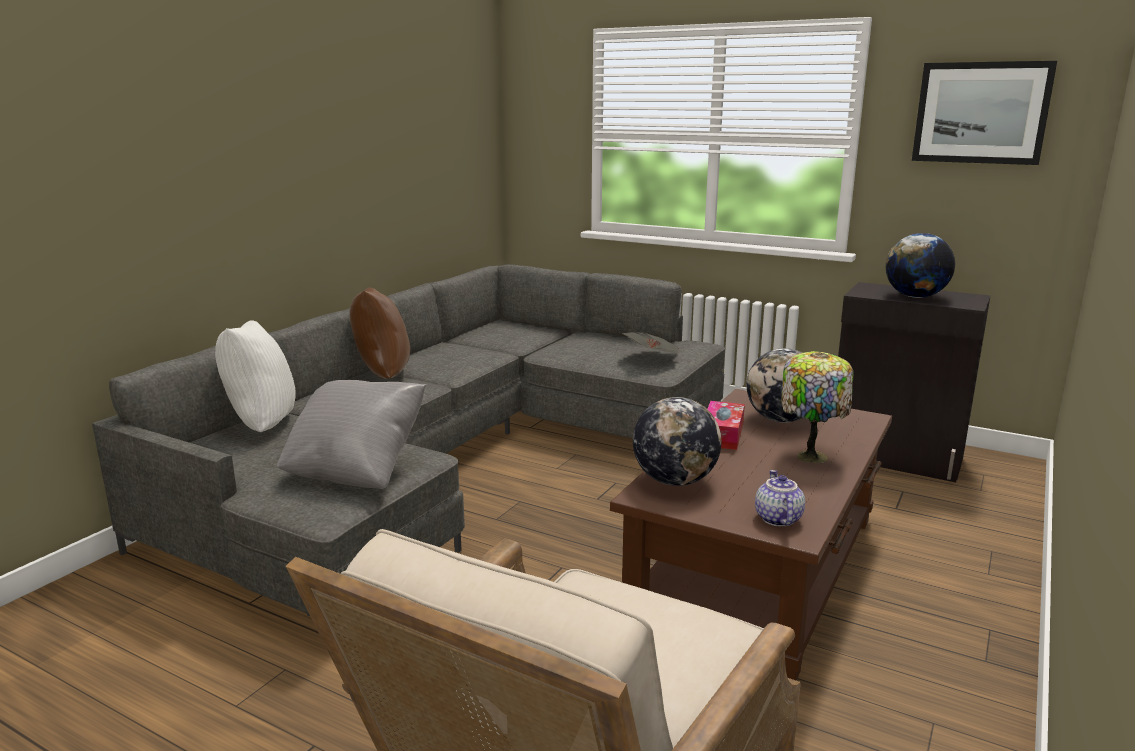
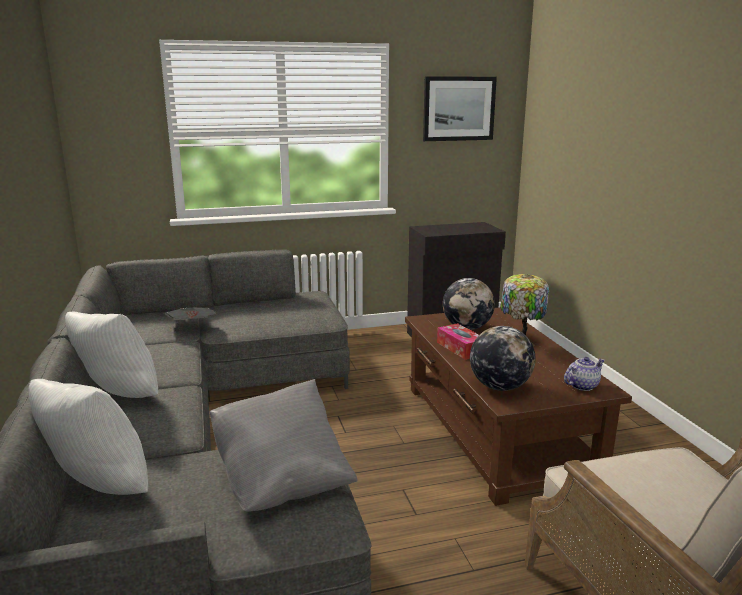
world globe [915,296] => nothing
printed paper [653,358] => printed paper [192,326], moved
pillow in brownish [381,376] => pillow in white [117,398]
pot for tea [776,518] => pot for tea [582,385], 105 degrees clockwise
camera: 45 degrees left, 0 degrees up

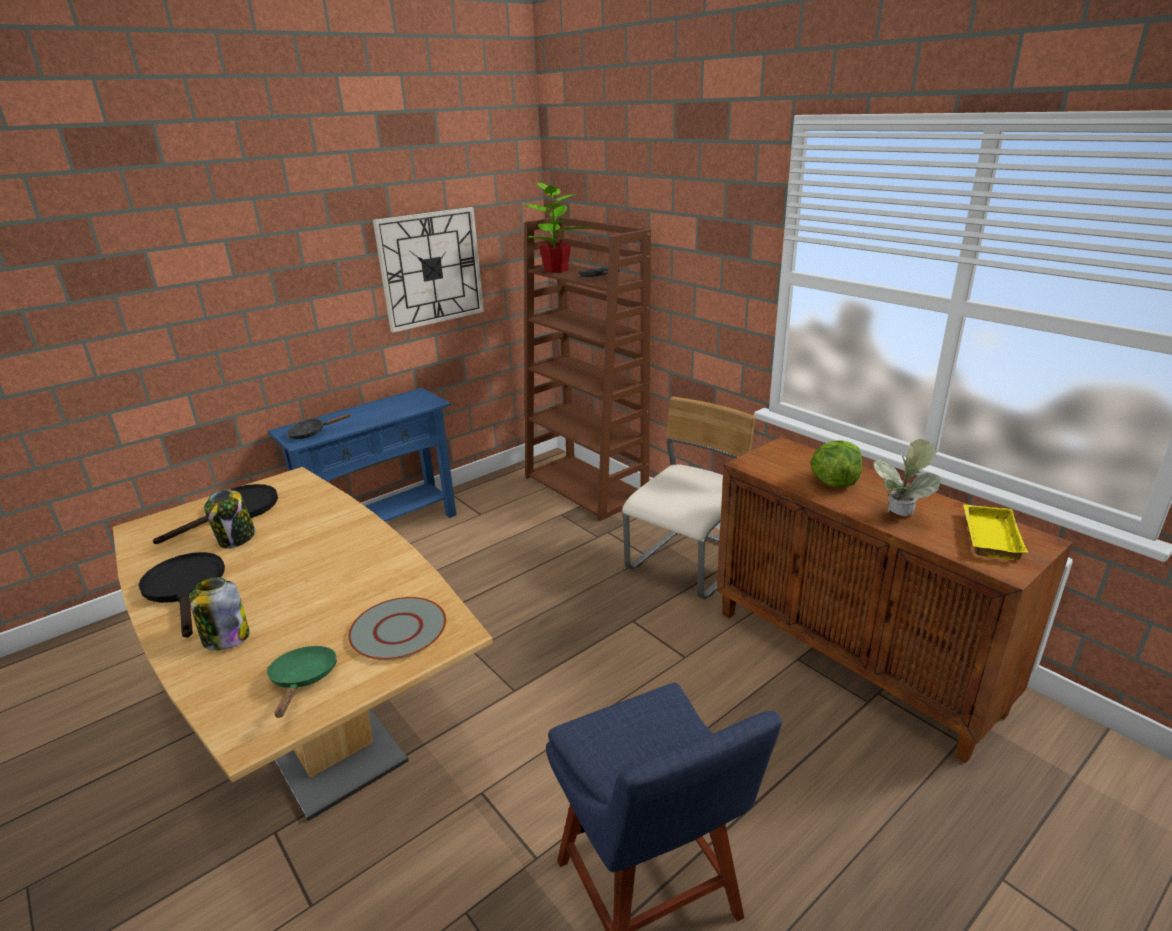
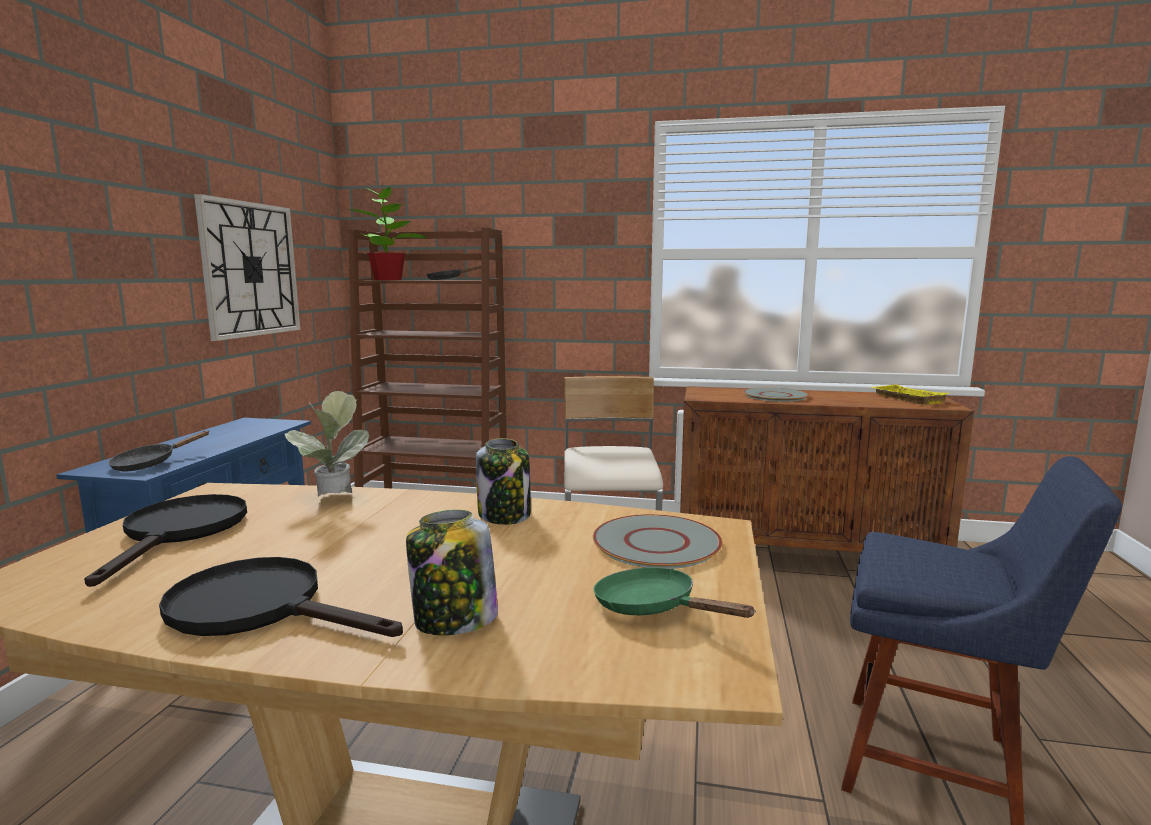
preserve jar [236,538] => preserve jar [505,515], moved
potted plant [897,519] => potted plant [332,500], moved
lettuce [834,483] => flat dish in gray [775,396]
camera: 40 degrees left, 15 degrees down

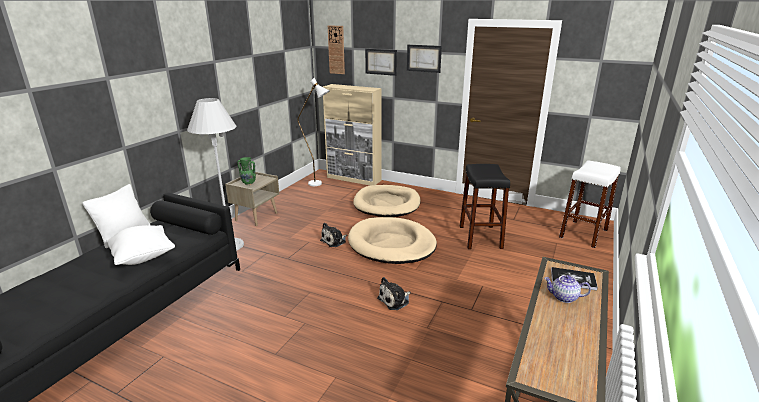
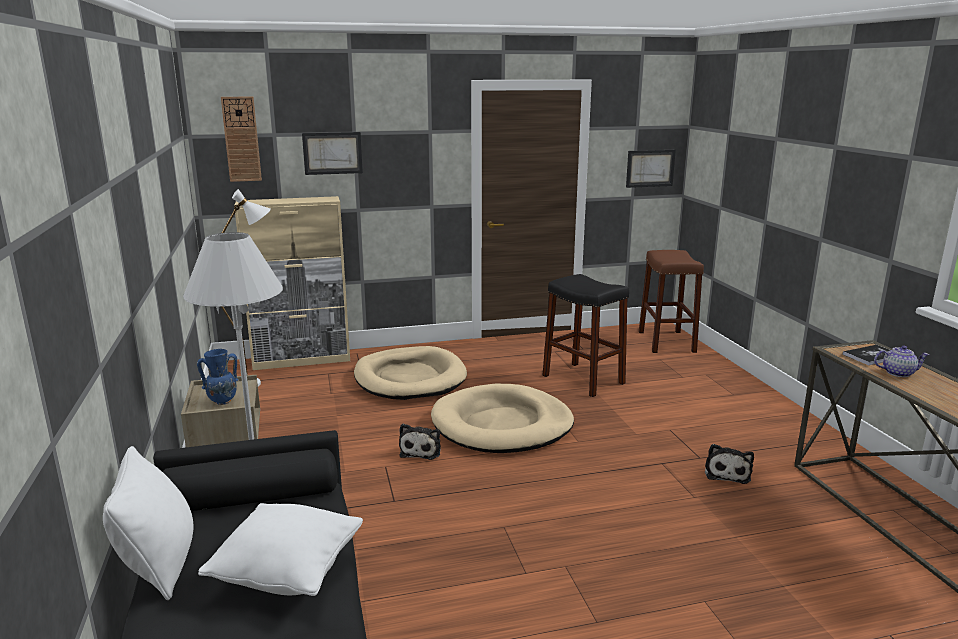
soft toy [395,300] => soft toy [727,473], moved
picture [424,58] => picture [650,168], moved
flower vase in greenish [248,183] => flower vase in blue [222,401]
sitting stool in white [583,234] => sitting stool in brownish [666,342]
pot for tea [564,297] => pot for tea [898,373], 150 degrees counterclockwise
camera: 40 degrees left, 5 degrees down

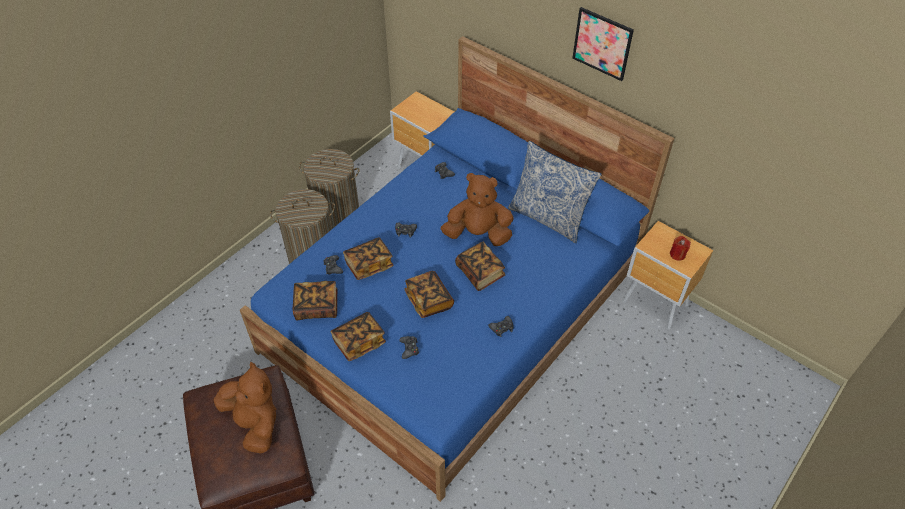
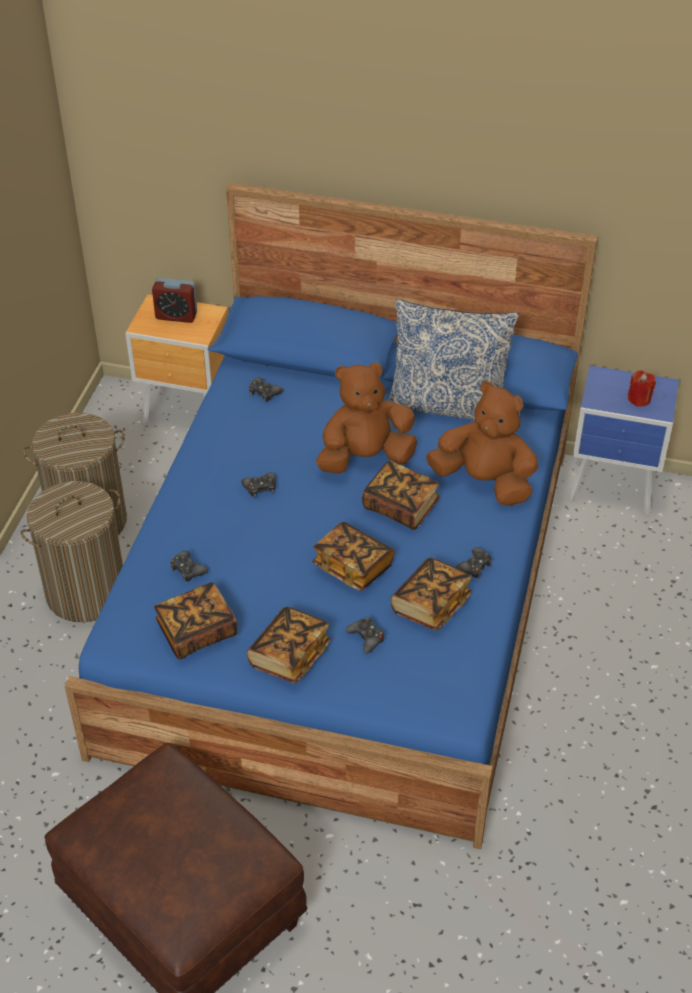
picture [602,43] => nothing
nothing => alarm clock [176,316]
soft toy in brownish [255,423] => soft toy in brownish [484,482], moved
book [369,265] => book [430,605], moved
night table in brownish [655,305] => night table in blue [614,491]
camera: 25 degrees left, 5 degrees down

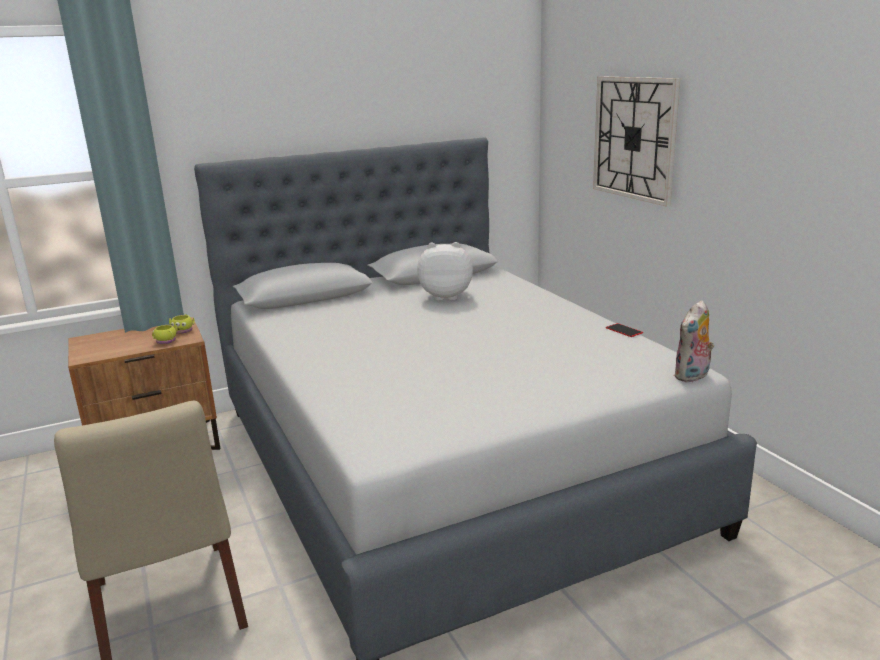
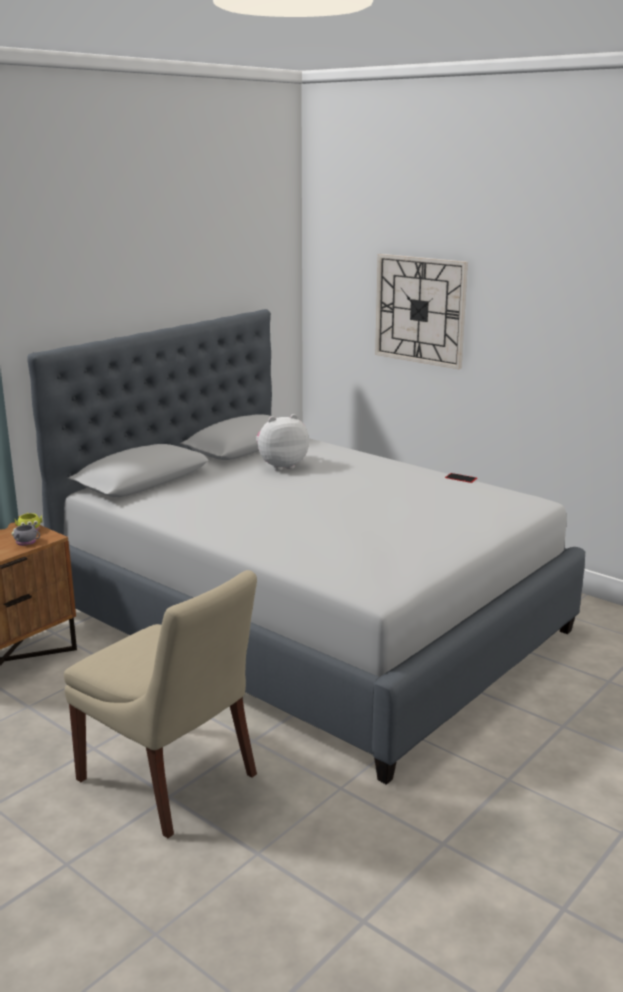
soft toy [692,376] => nothing
tea mug in yellowish [167,341] => tea mug in gray [27,542]
camera: 25 degrees left, 0 degrees up

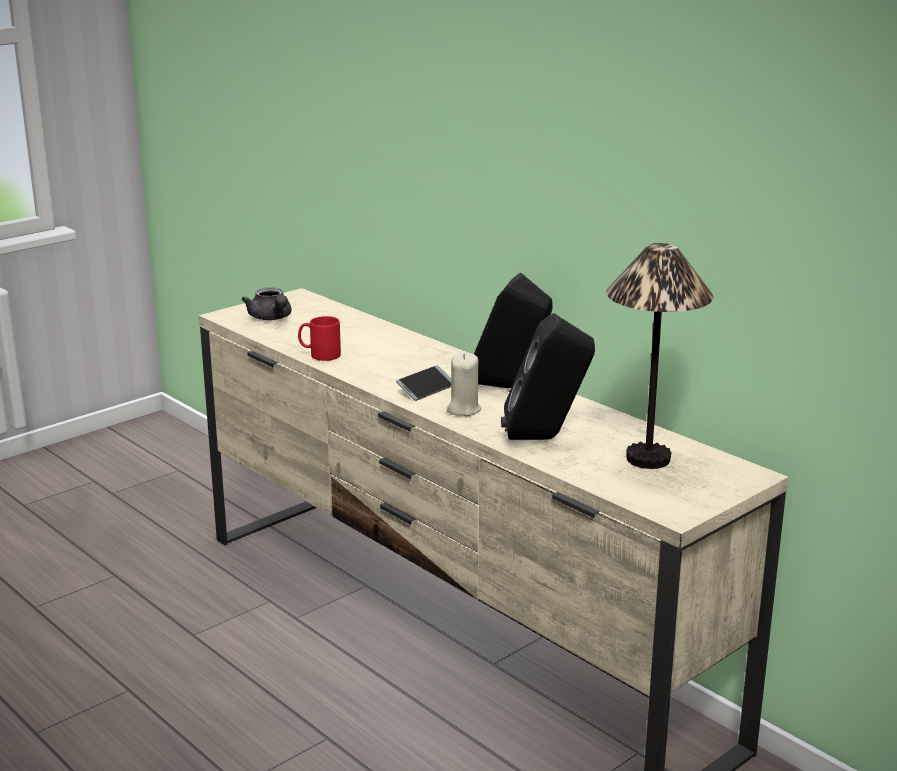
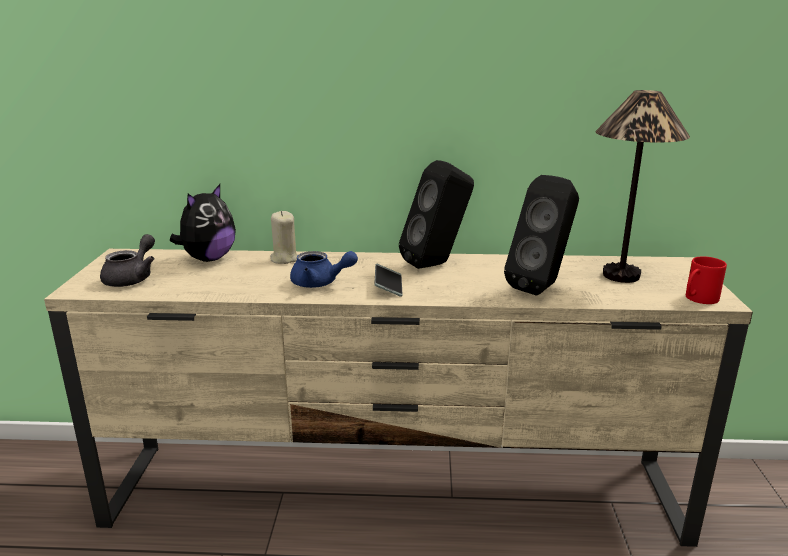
nothing => soft toy [208,259]
nothing => pot for tea in blue [320,283]
tea mug in red [319,355] => tea mug in red [698,299], moved
candle in beige-coloured [463,409] => candle in beige-coloured [284,259], moved
pot for tea in gray [271,318] => pot for tea in gray [132,278], 90 degrees counterclockwise
camera: 45 degrees left, 0 degrees up

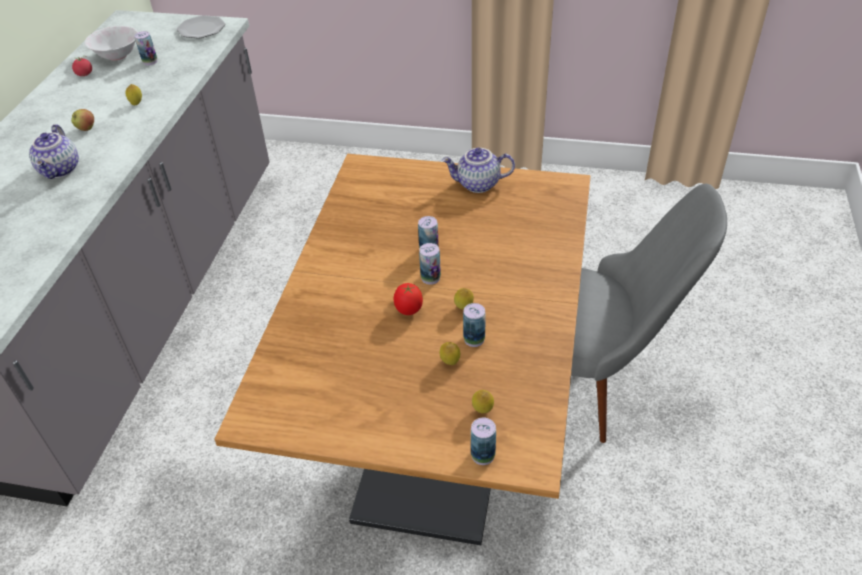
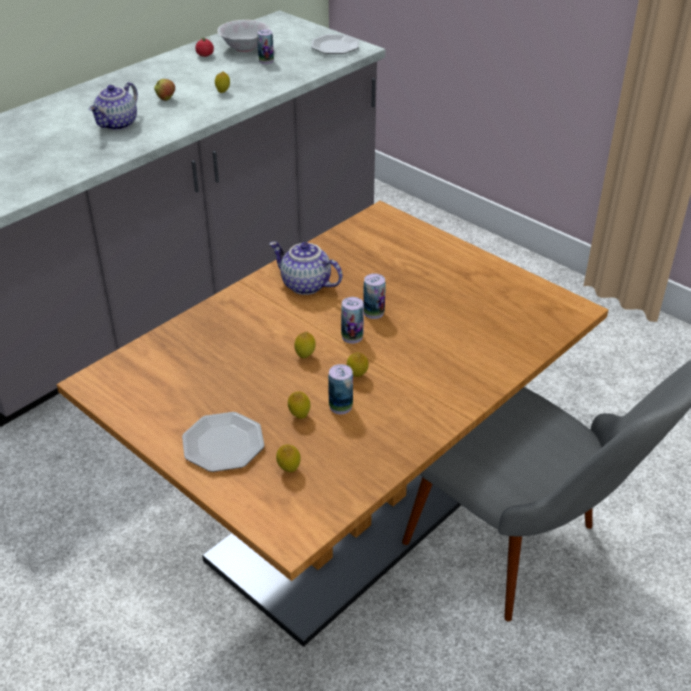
can [483,455] => nothing
nothing => flat dish [223,444]
pot for tea [478,185] => pot for tea [304,285], moved
whole tomato [408,311] => lemon [305,356]
camera: 30 degrees right, 5 degrees down

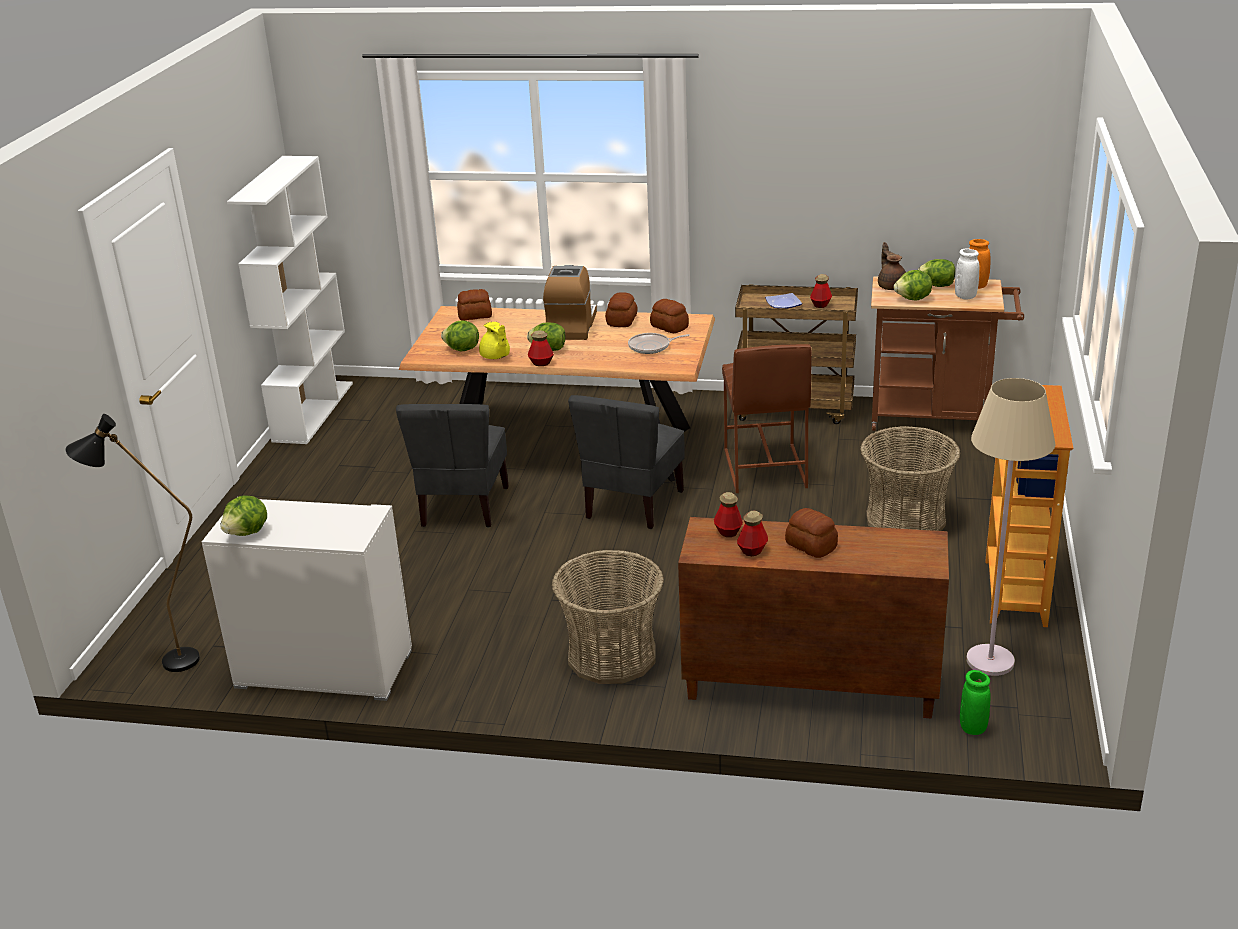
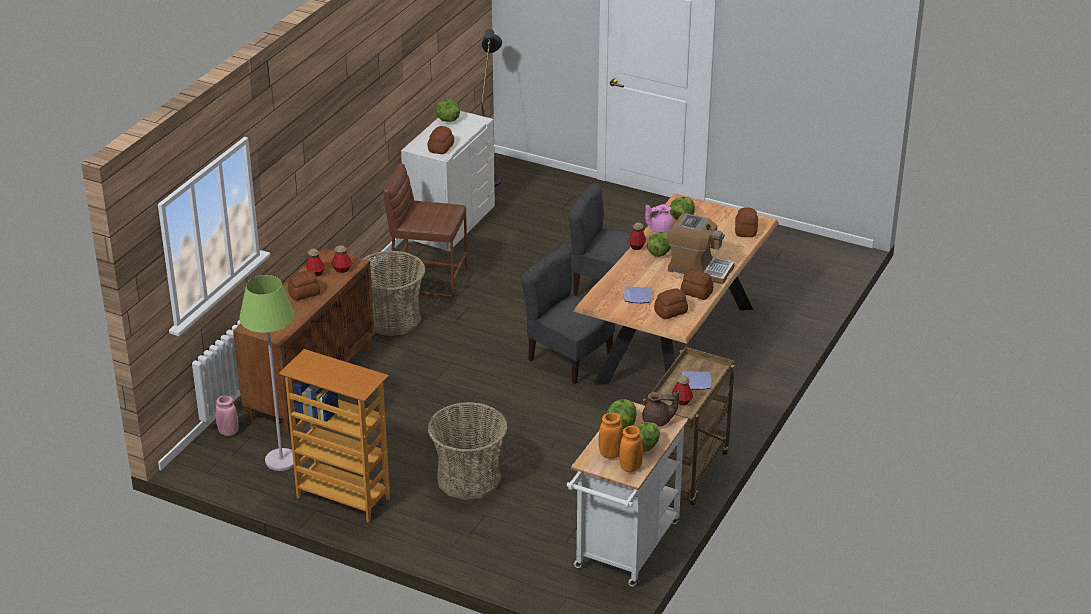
shelving unit in white [313,411] => nothing
nothing => bakery bread [440,148]
sitting stool in brownish [764,469] => sitting stool in brownish [428,279], moved
skillet [651,347] => flat dish [637,297]
pot for tea in yellowish [495,357] => pot for tea in pinkish [660,230]
cart in brownish [937,417] => cart in white [624,550]
flower vase in white [965,296] => flower vase in orangey [610,454]
flower vase in greenish [973,727] => flower vase in pinkish [228,432]
floor lamp in beige-coloured [990,661] => floor lamp in greenish [281,460]
camera: 105 degrees right, 5 degrees up

